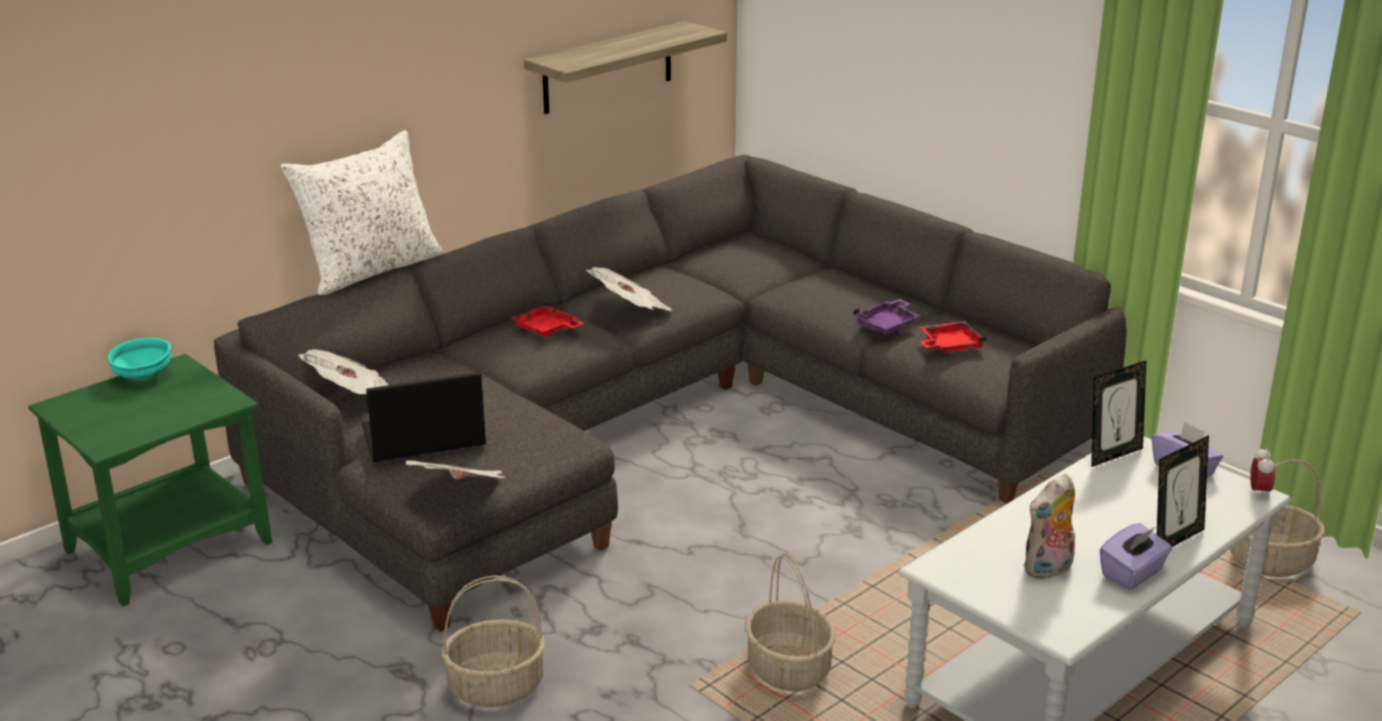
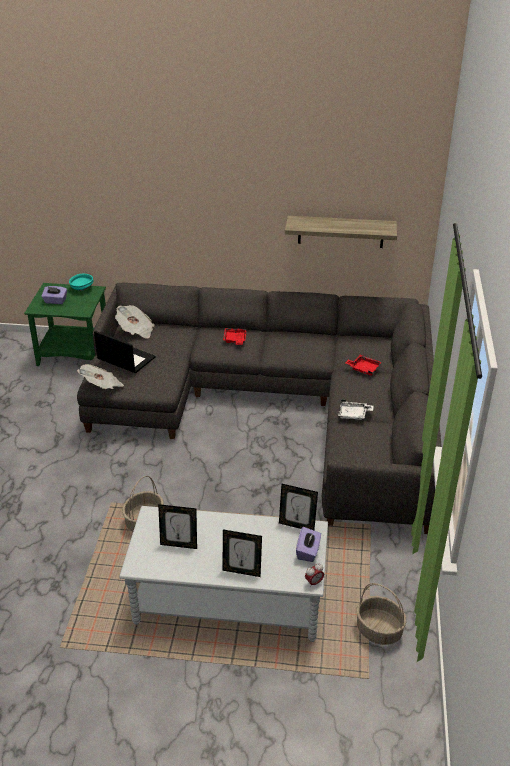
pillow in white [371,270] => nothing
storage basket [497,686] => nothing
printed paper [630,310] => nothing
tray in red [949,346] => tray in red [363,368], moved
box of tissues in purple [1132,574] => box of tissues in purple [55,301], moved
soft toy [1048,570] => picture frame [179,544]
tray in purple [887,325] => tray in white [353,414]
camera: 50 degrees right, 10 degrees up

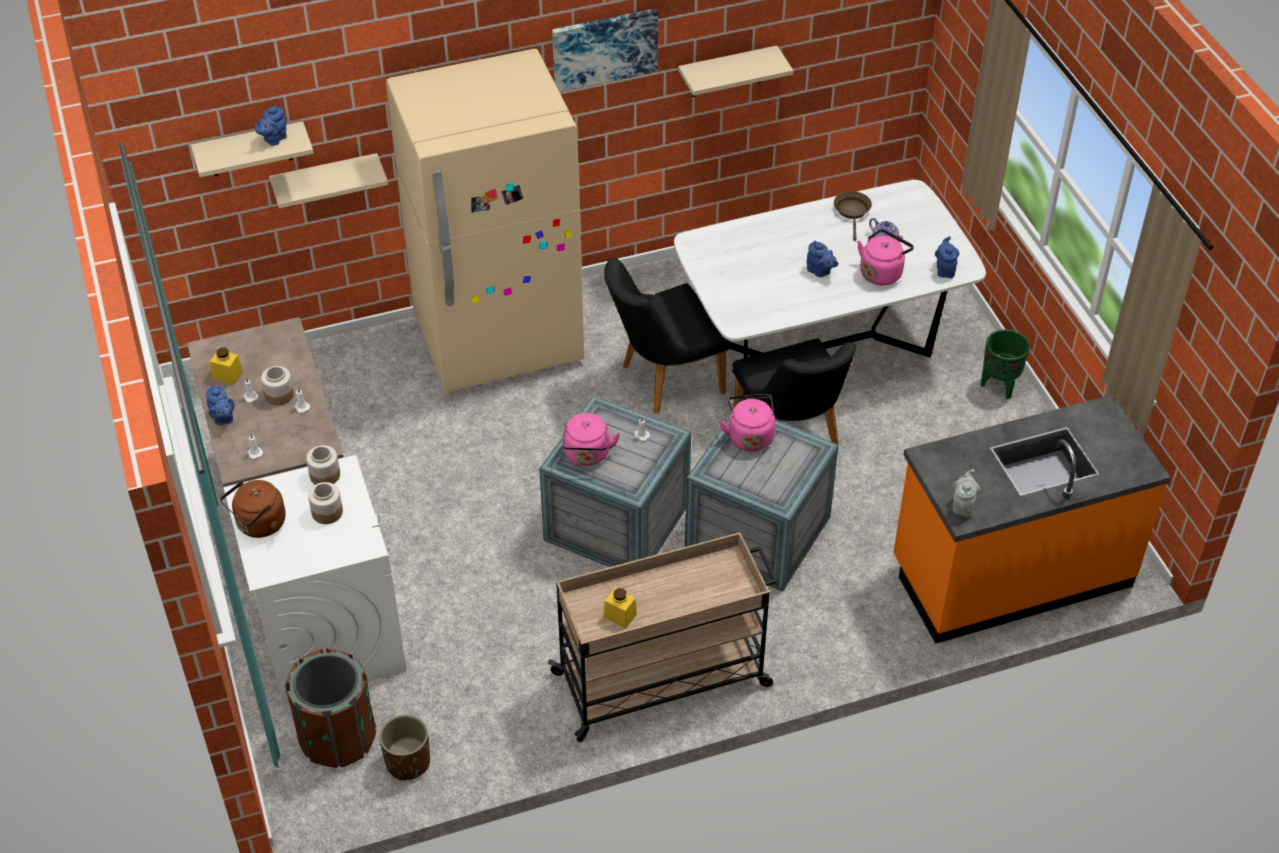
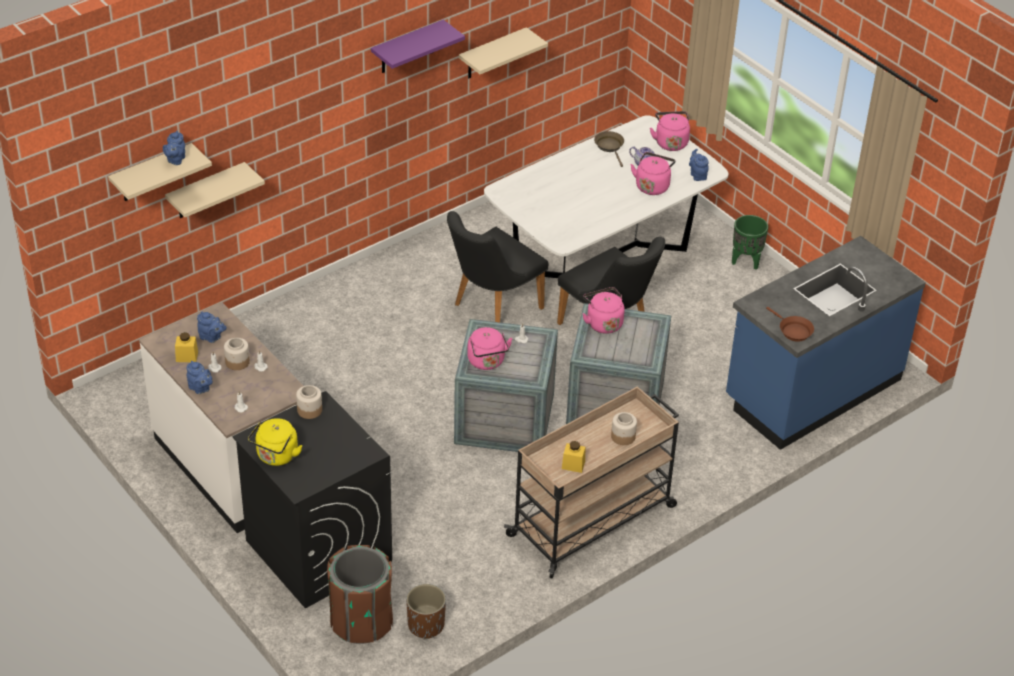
refrigerator in beige-coloured [499,341] => nothing
nothing => tea kettle in pinkish [670,142]
preserve jar [327,512] => preserve jar [622,436], moved
pot for tea in blue [820,271] => pot for tea in blue [211,337], moved
picture [604,48] => shelf in purple [407,47]
pot for tea in gray [963,505] => skillet in brownish [793,331]
tea kettle in brownish [259,525] => tea kettle in yellowish [276,456]
washing machine in white [329,635] => washing machine in black [317,550]
kitchen base unit in orangey [1010,573] => kitchen base unit in blue [812,389]
camera: 20 degrees left, 5 degrees down

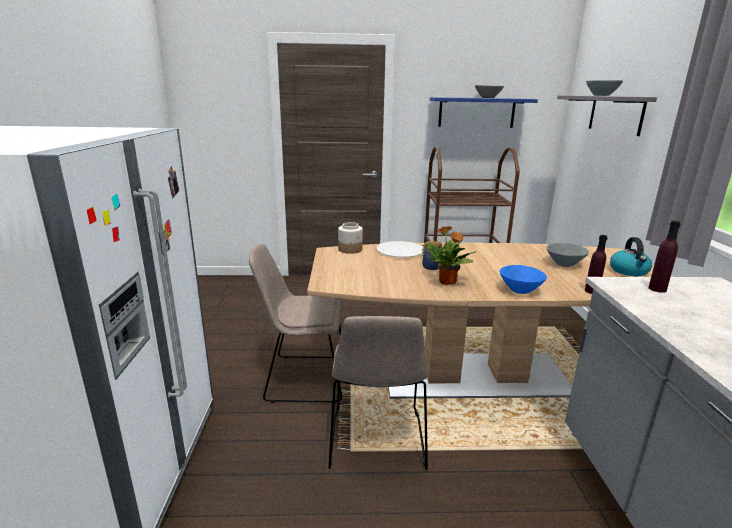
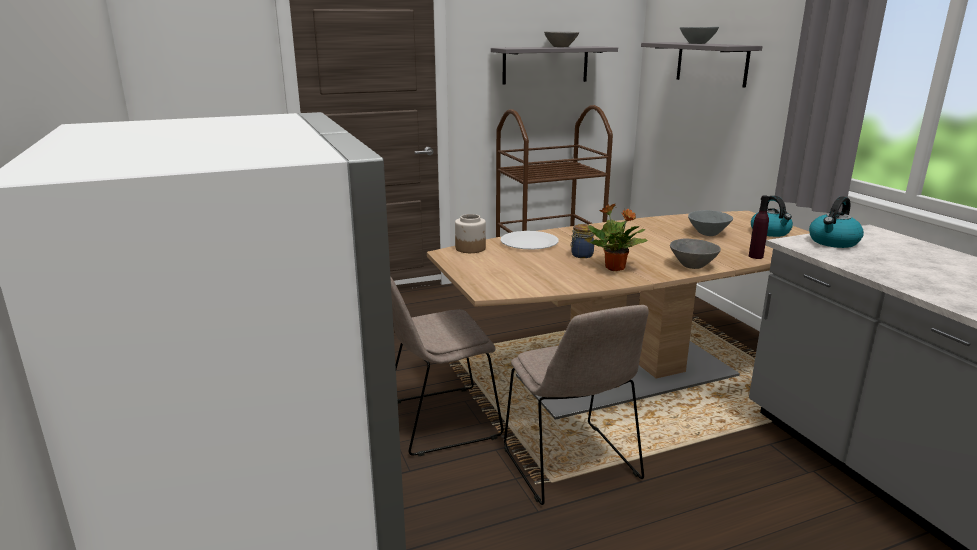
drink bottle in purple [657,289] => tea kettle [833,242]
shelf in blue [476,112] => shelf in gray [545,65]
deep dish in blue [520,290] => deep dish in gray [692,265]
camera: 20 degrees left, 0 degrees up

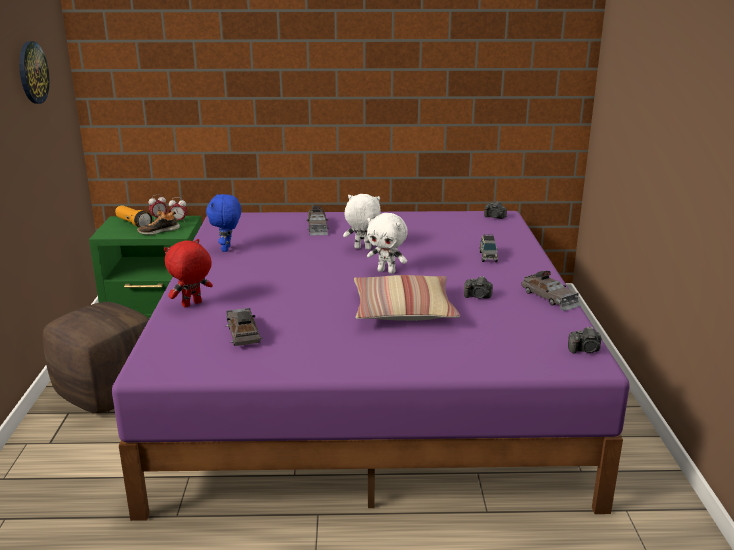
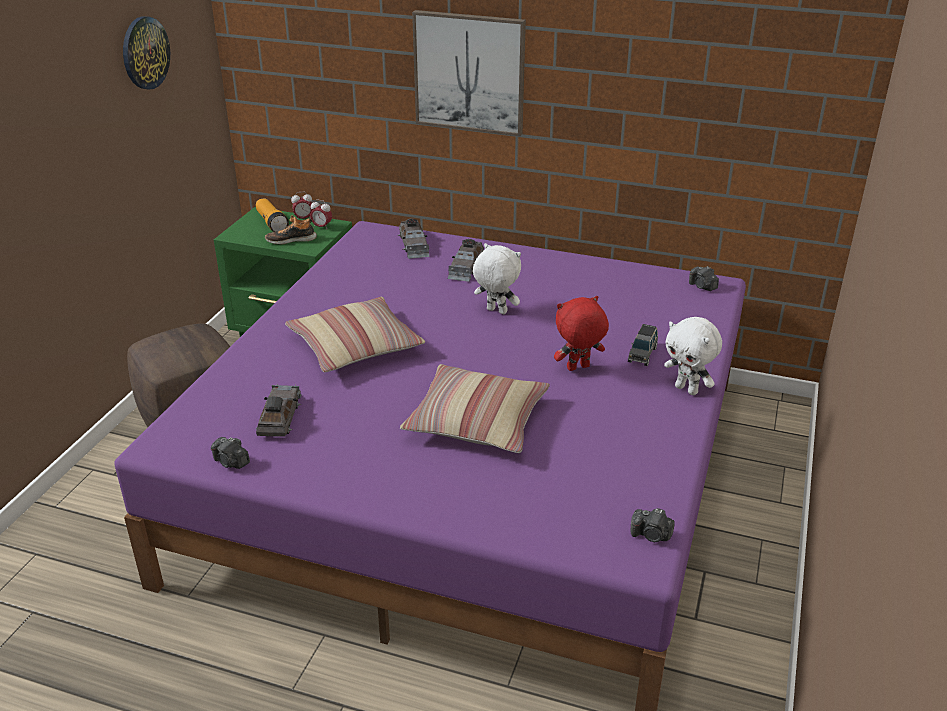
soft toy in blue [227,249] => nothing
nothing => pillow [355,346]
nothing => picture [469,72]
soft toy in red [192,305] => soft toy in red [578,368], moved
soft toy in white [387,271] => soft toy in white [687,389], moved
photo camera [478,296] => photo camera [231,462], moved
toy car in gray [550,298] => toy car in gray [414,245], moved
camera: 20 degrees right, 10 degrees up

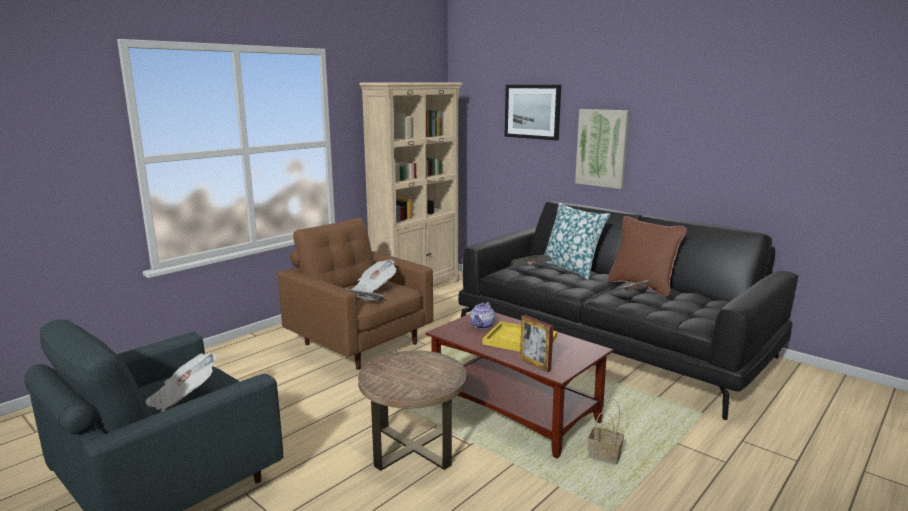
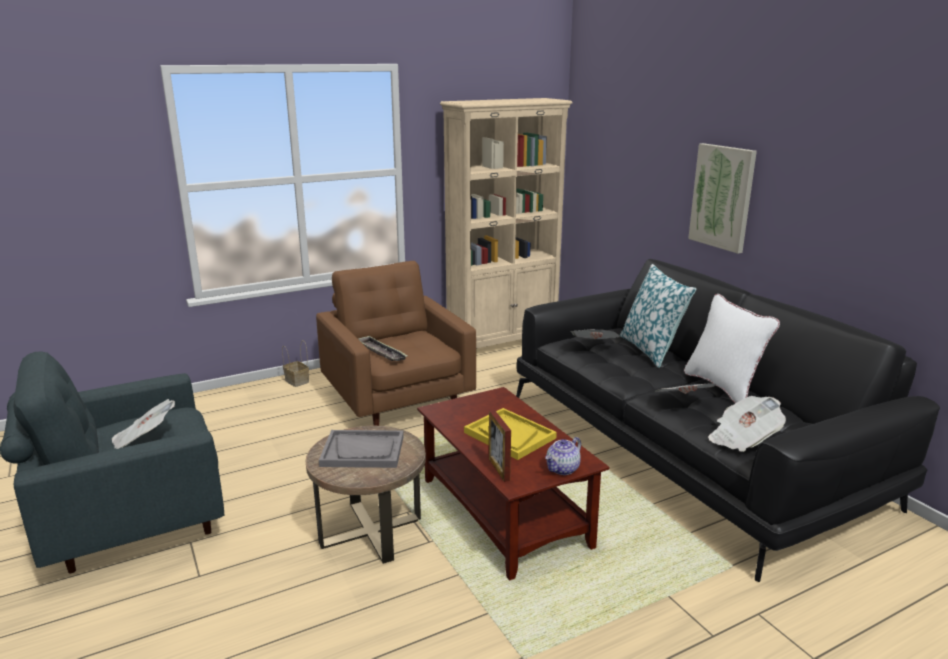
picture [532,111] => nothing
nothing => tray in gray [363,451]
printed paper [374,288] => printed paper [743,439], moved
pot for tea [482,325] => pot for tea [563,469], moved
storage basket [606,455] => storage basket [298,381], moved
pillow in brownish [642,286] => pillow in white [723,387]
camera: 20 degrees right, 5 degrees up

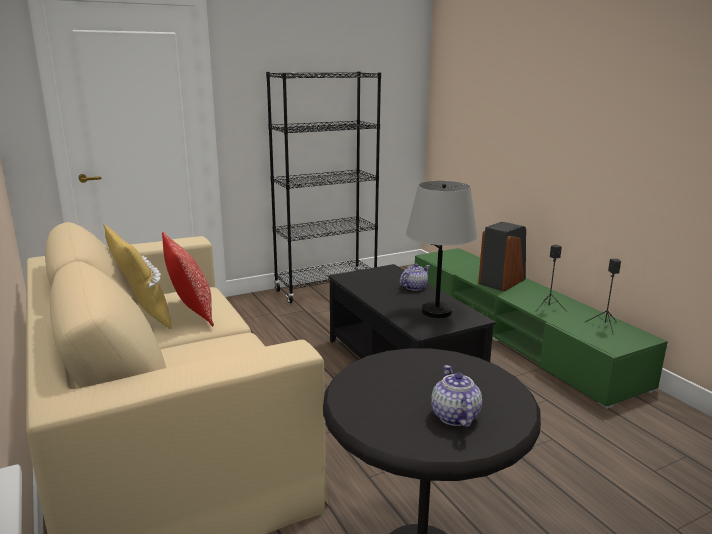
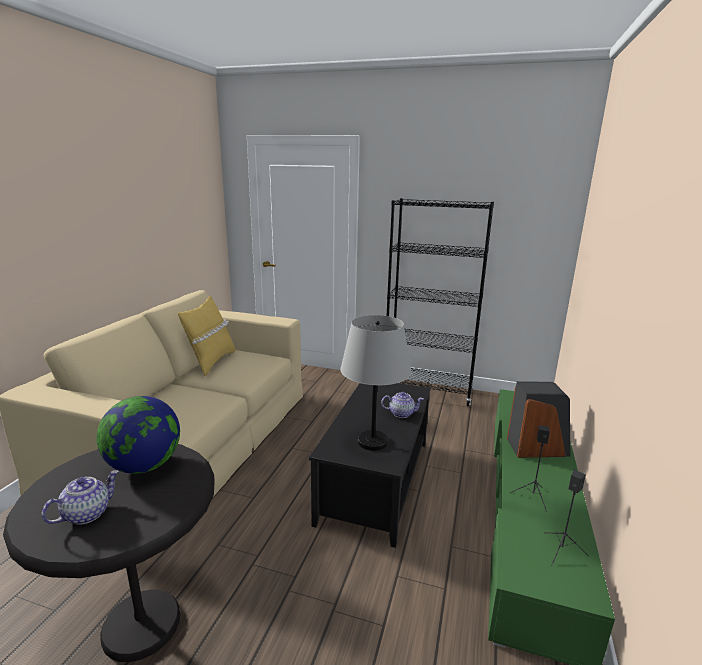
pillow [191,312] => nothing
nothing => world globe [144,465]
camera: 45 degrees right, 0 degrees up

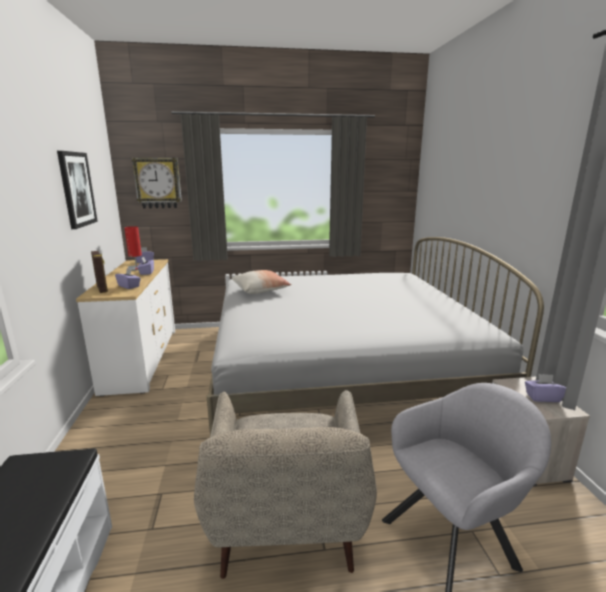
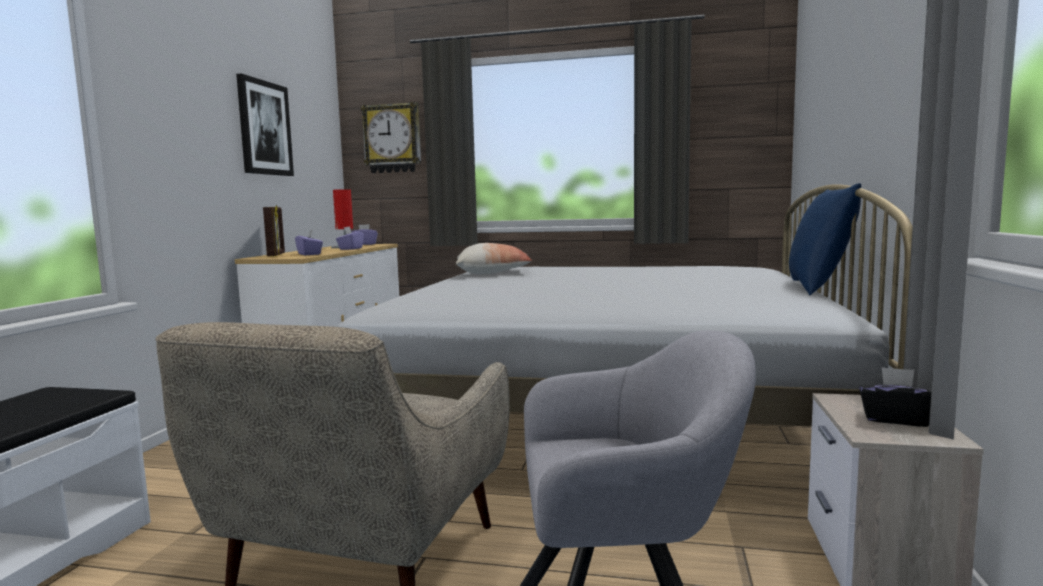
nothing => pillow in blue [820,287]
box of tissues in purple [542,397] => box of tissues in black [895,419]
camera: 20 degrees right, 10 degrees down

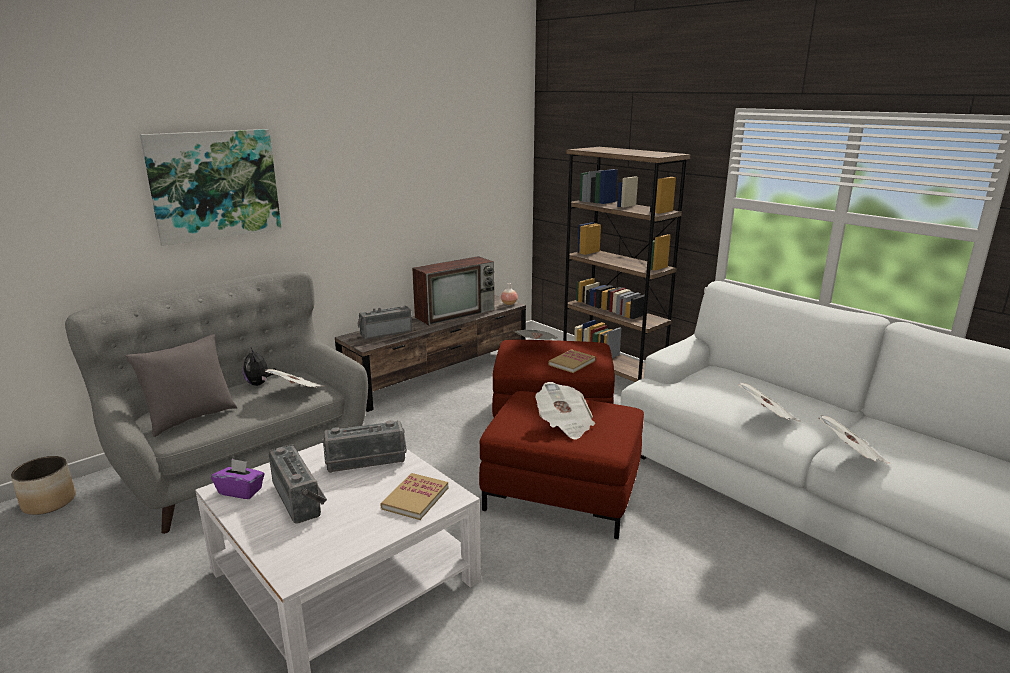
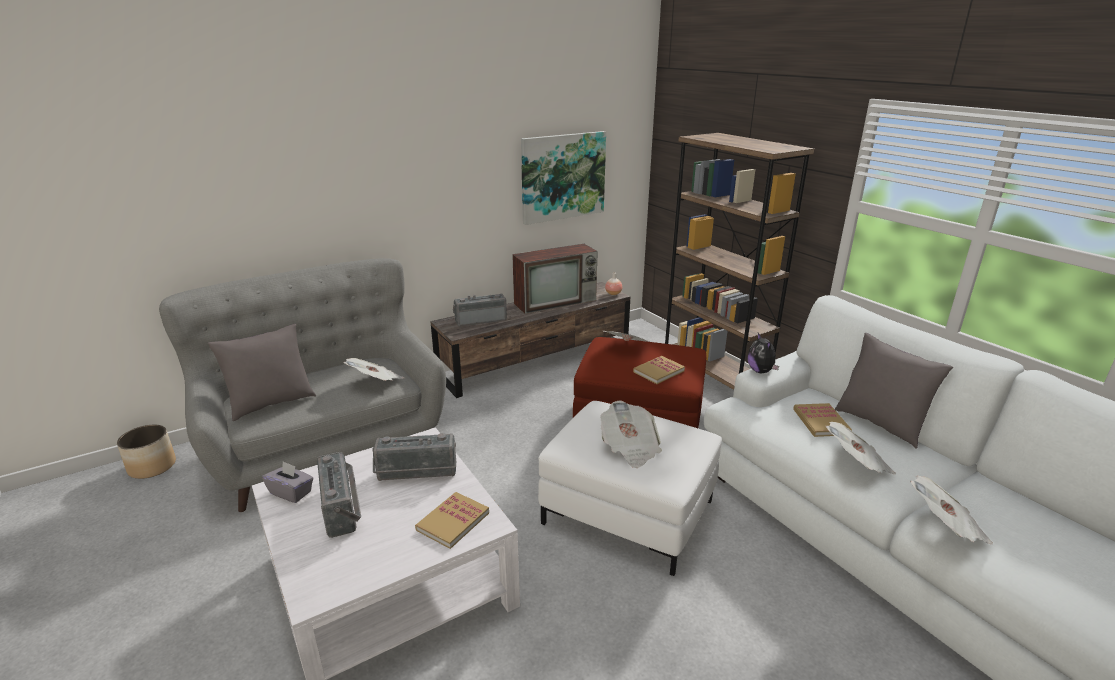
nothing => book [820,422]
nothing => pillow in gray [880,424]
picture [215,185] => picture [563,176], moved
soft toy [259,384] => soft toy [761,371], moved
box of tissues in purple [241,491] => box of tissues in gray [291,492]
ottoman in red [563,492] => ottoman in white [629,512]
camera: 10 degrees right, 5 degrees up

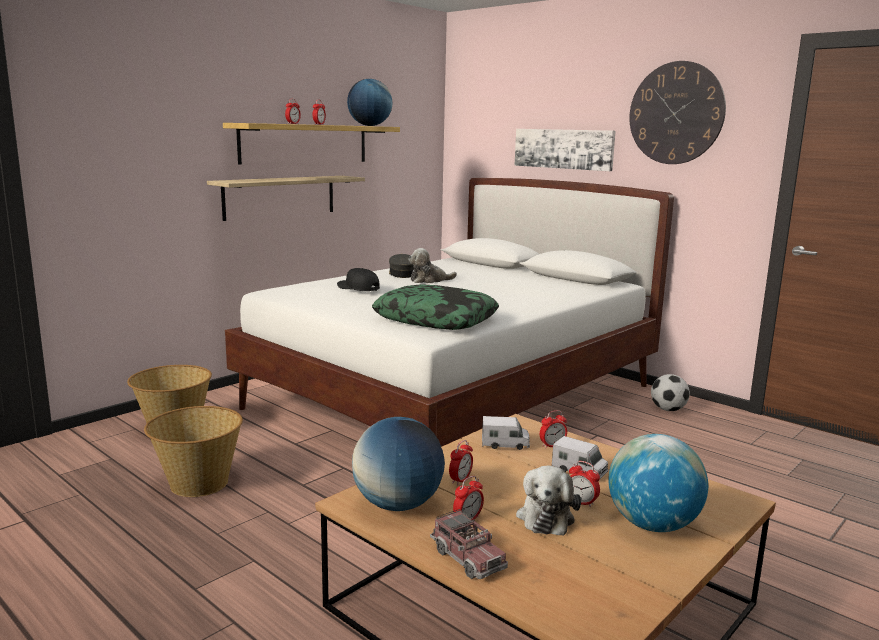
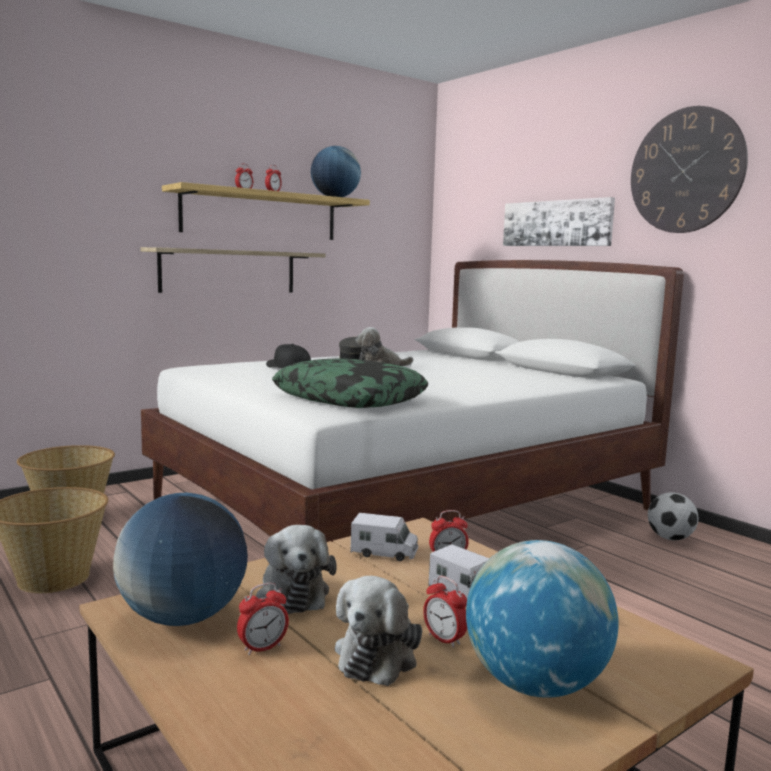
toy lorry [468,558] => nothing
alarm clock [460,480] => soft toy [292,593]
camera: 10 degrees right, 5 degrees down

